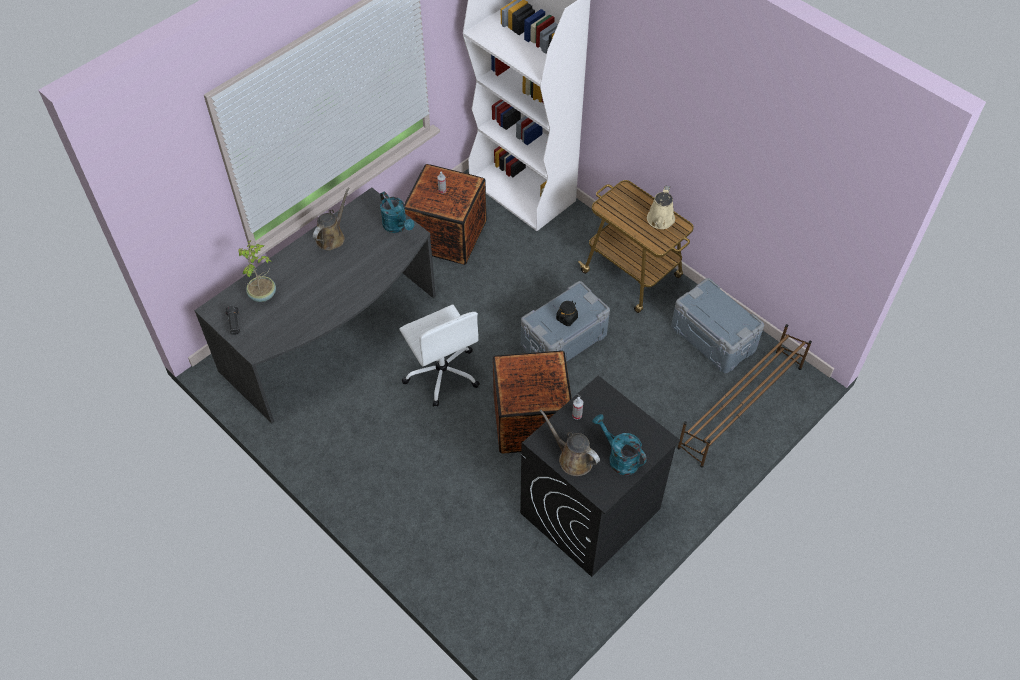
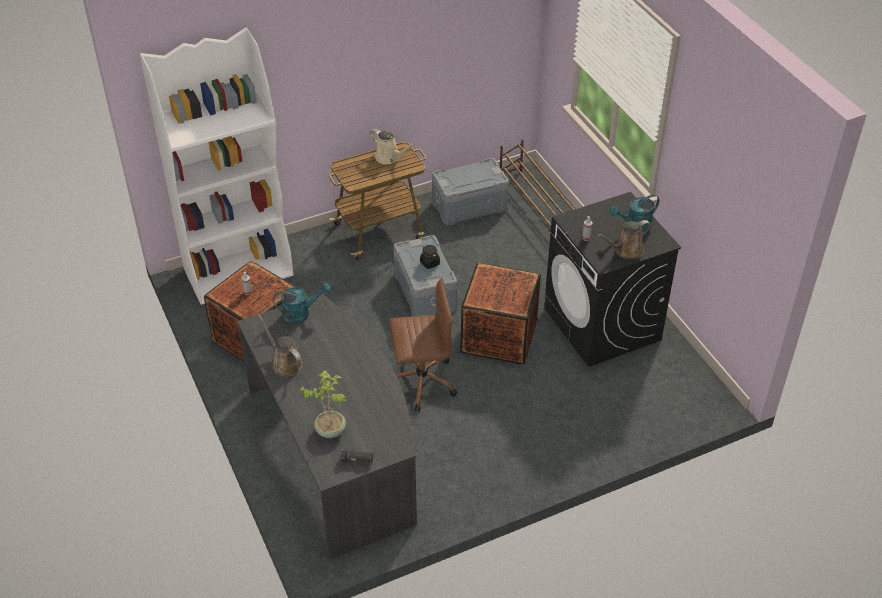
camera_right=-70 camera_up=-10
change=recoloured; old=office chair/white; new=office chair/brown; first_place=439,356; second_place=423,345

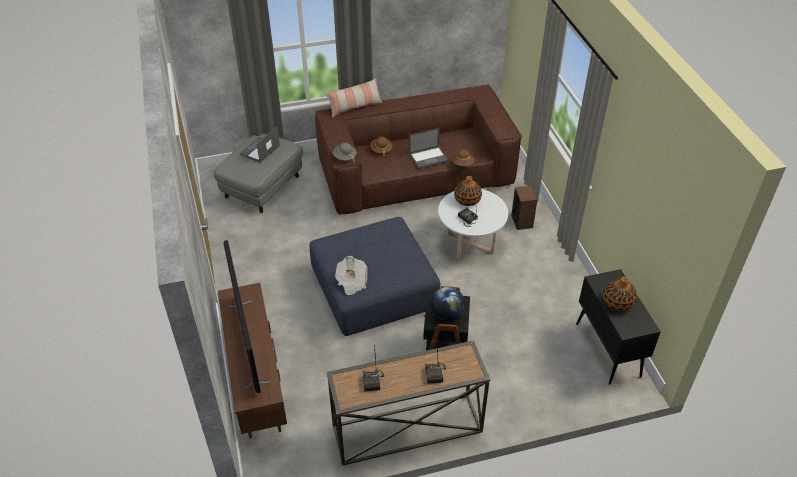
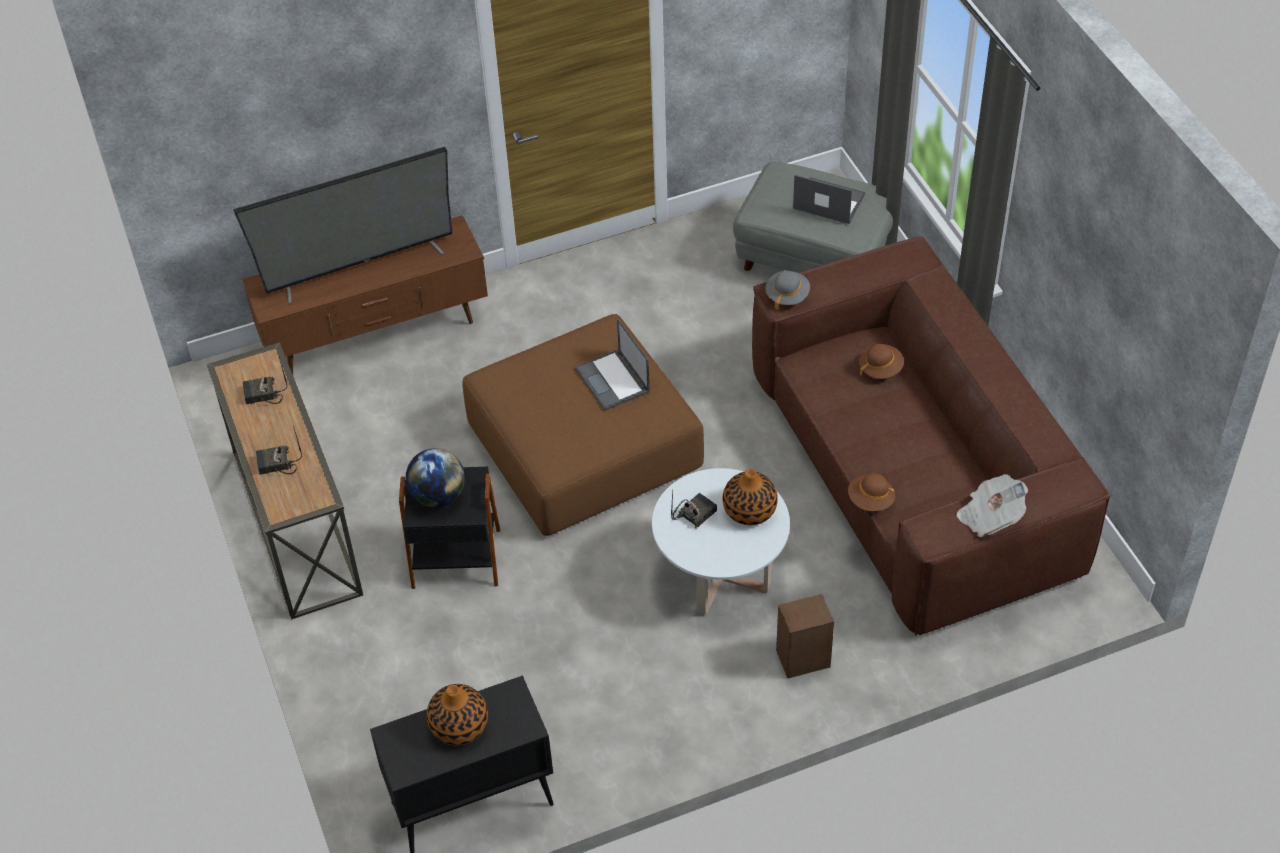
camera_right=85 camera_up=5
change=removed; old=pillow; first_place=353,98
change=moved; old=laptop; first_place=428,148; second_place=612,364
change=recoloured; old=ottoman/blue; new=ottoman/brown; first_place=375,276; second_place=583,425
change=moved; old=newspaper; first_place=351,275; second_place=992,505

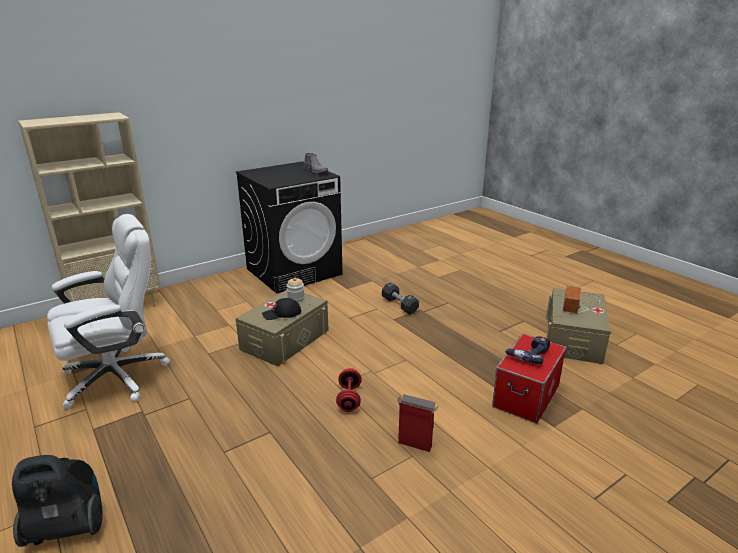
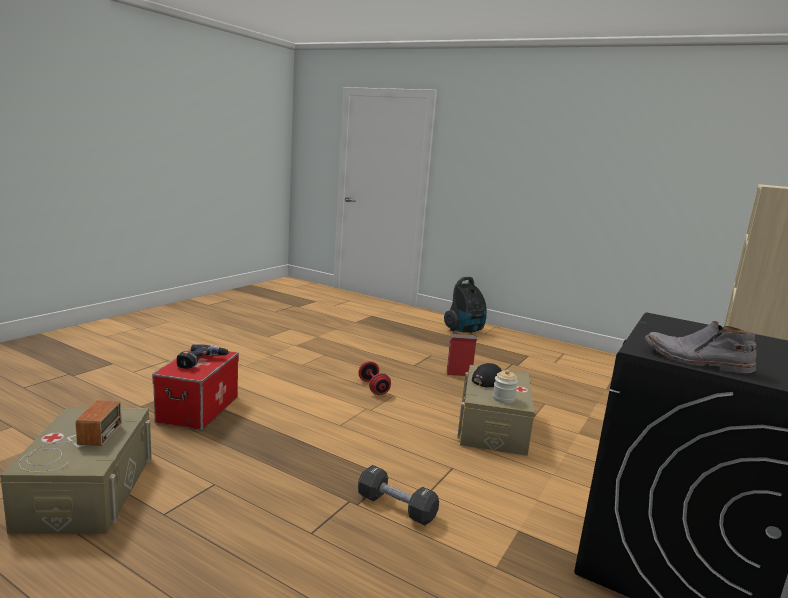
camera_right=155 camera_up=-10
change=removed; old=office chair/white; first_place=108,311
change=moved; old=cardboard box; first_place=418,423; second_place=462,355

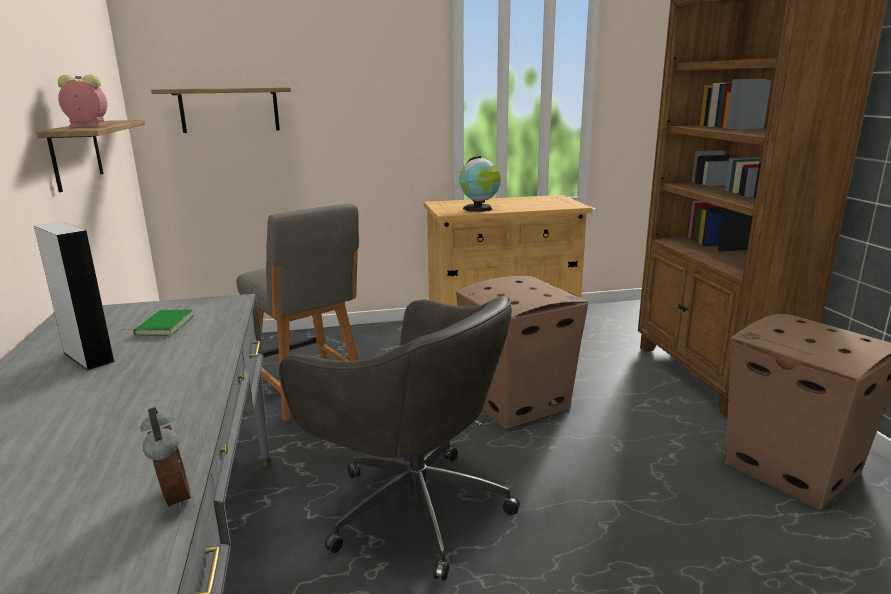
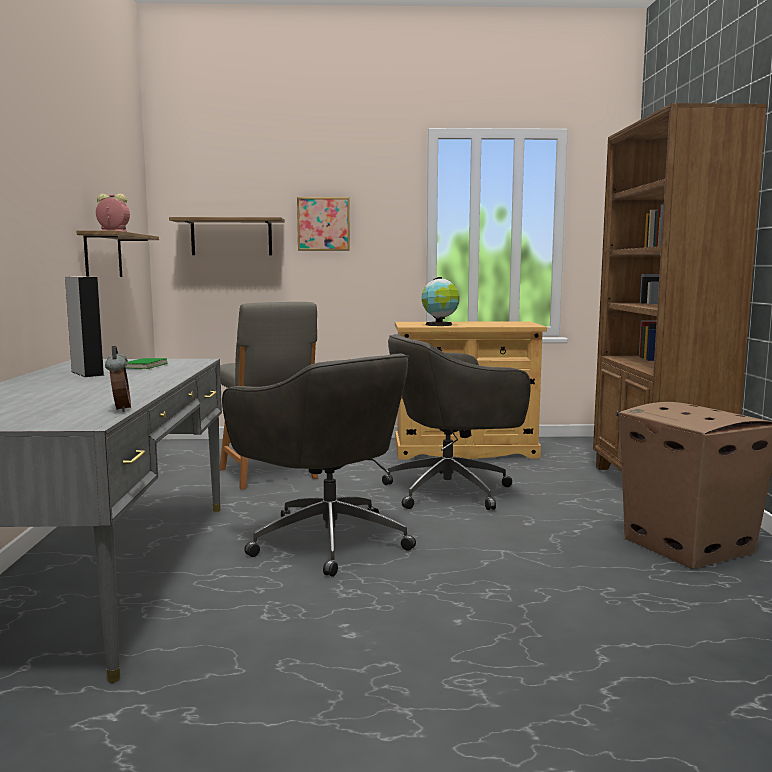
camera_right=10 camera_up=-10
change=replaced; old=cardboard box; new=office chair/grey; first_place=522,352; second_place=456,422
change=added; new=picture; second_place=323,224

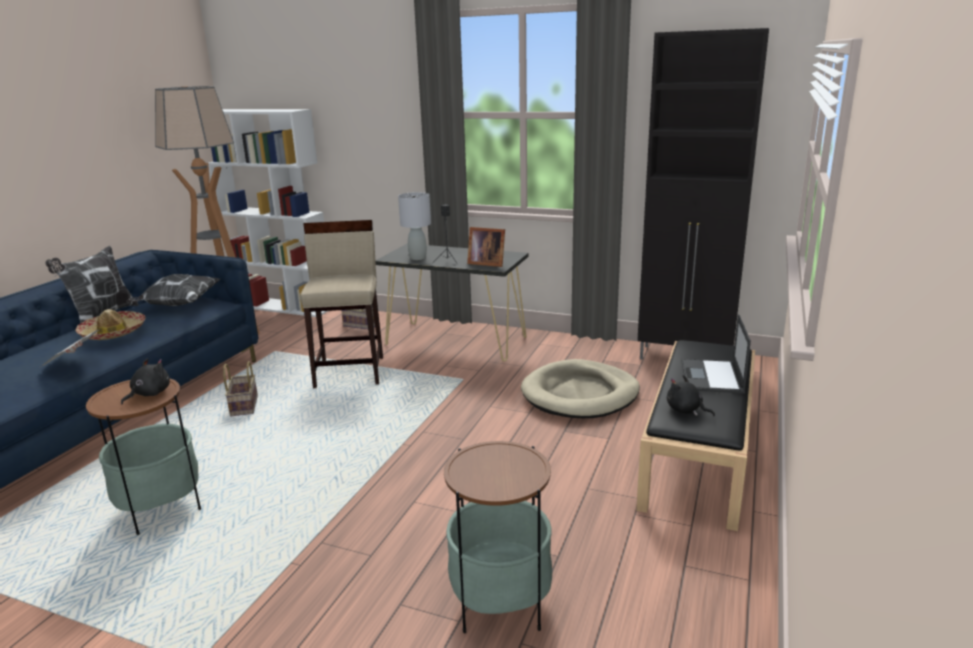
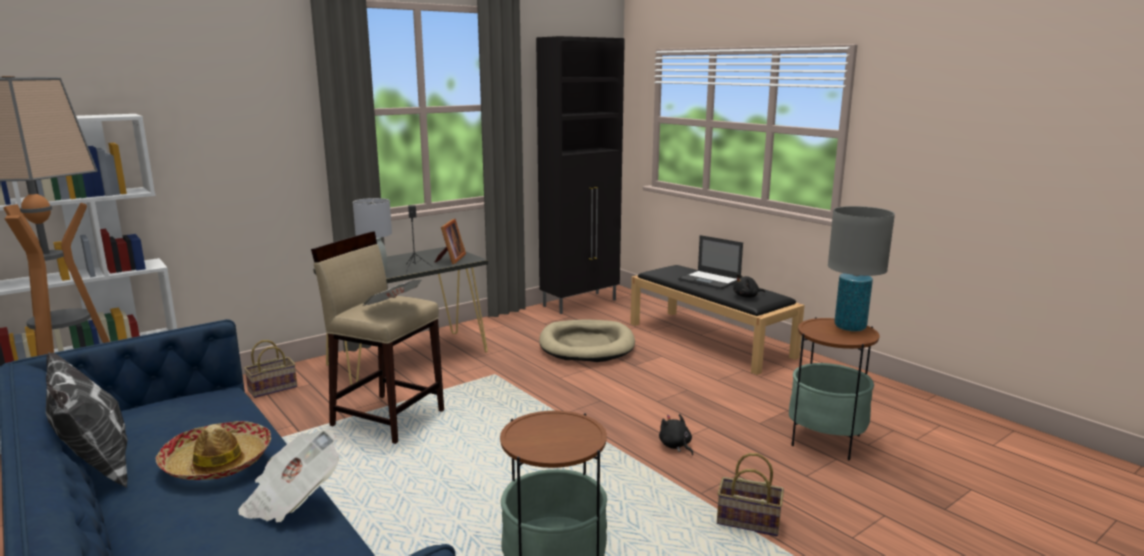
camera_right=-60 camera_up=-5
change=turned; old=picture frame; first_place=486,247; second_place=450,241; degrees=-45
change=removed; old=pillow; first_place=173,290
change=moved; old=plush toy/black; first_place=145,381; second_place=676,434
change=moved; old=basket; first_place=240,389; second_place=750,495
change=added; new=table lamp/grey; second_place=861,268
change=added; new=newspaper; second_place=392,293

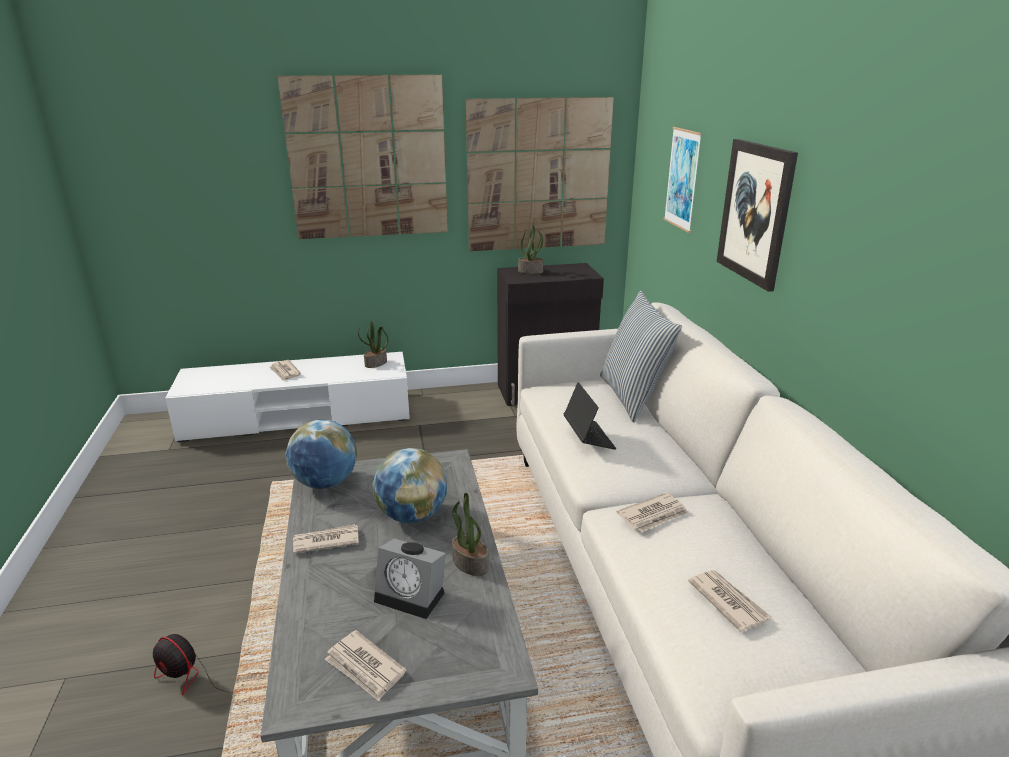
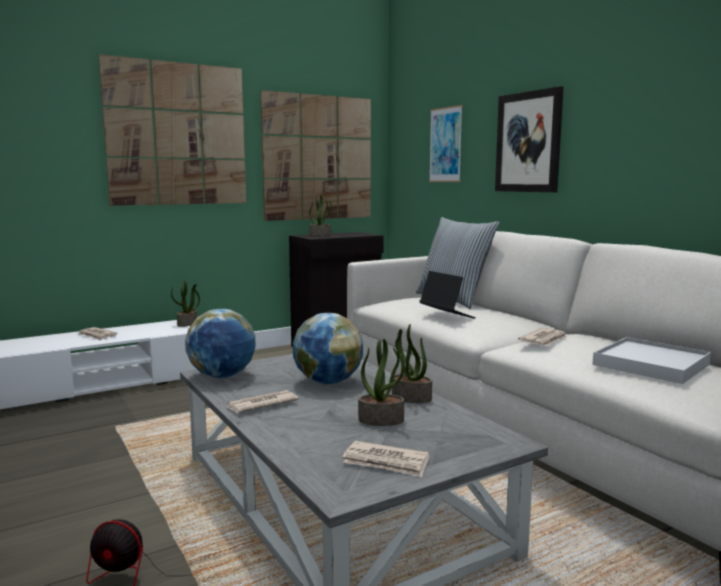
camera_right=-20 camera_up=-15
change=replaced; old=alarm clock; new=potted plant; first_place=410,579; second_place=381,382
change=replaced; old=newspaper; new=tray/white; first_place=729,601; second_place=651,360

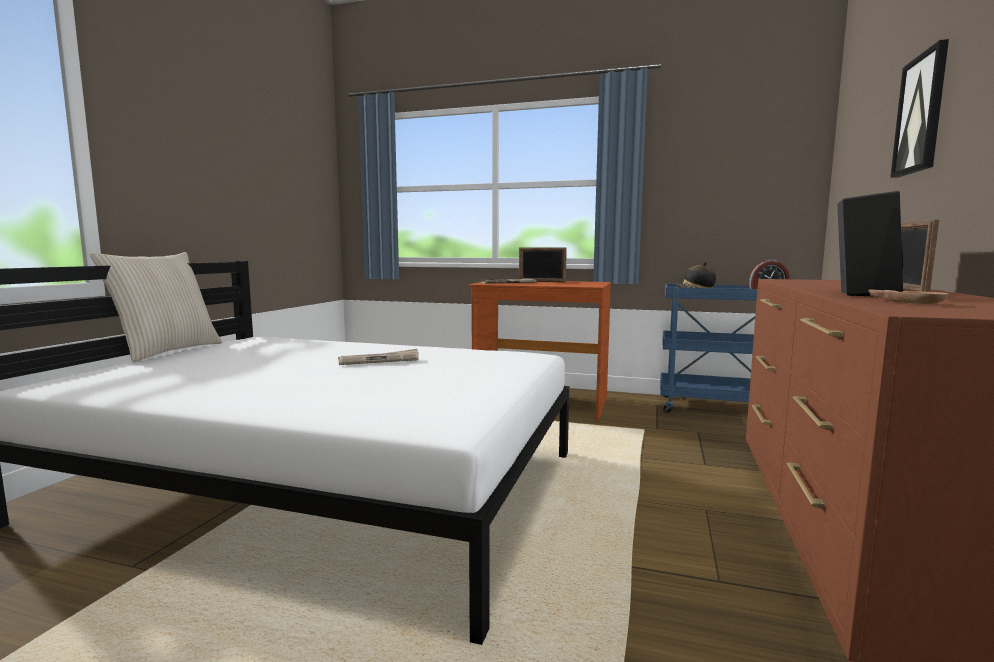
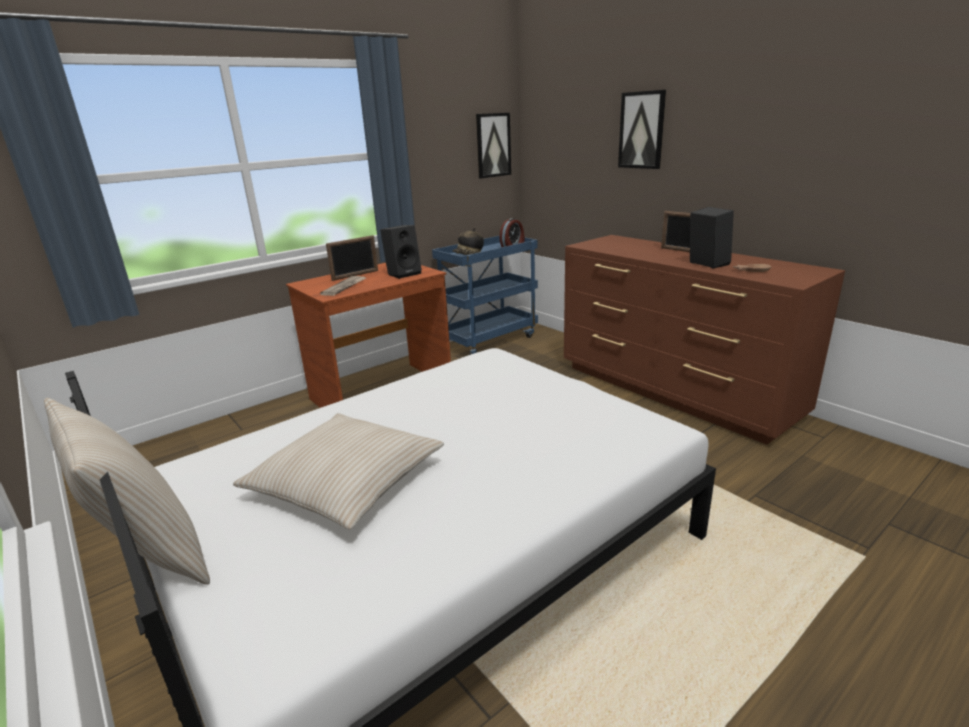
camera_right=-55 camera_up=15
change=removed; old=newspaper; first_place=378,357
change=added; new=picture; second_place=493,145
change=added; new=speaker/black; second_place=401,252
change=added; new=pillow/beige; second_place=338,471

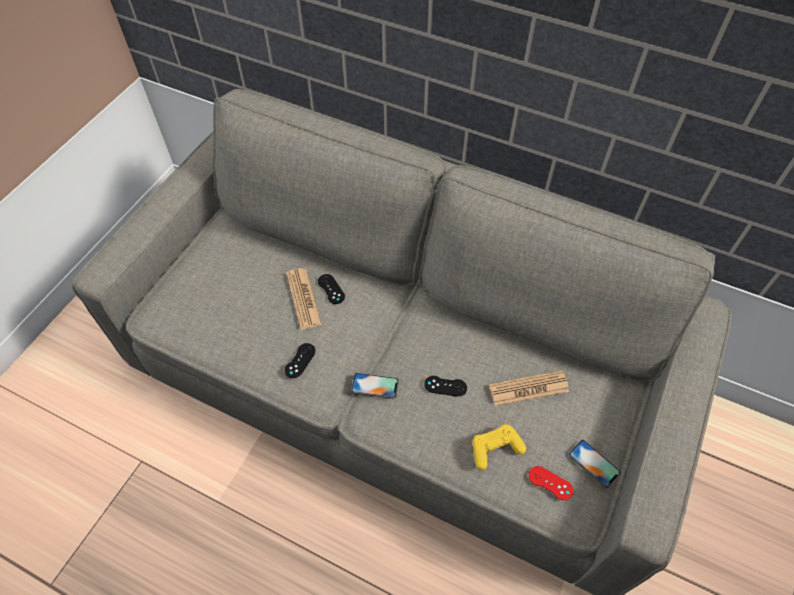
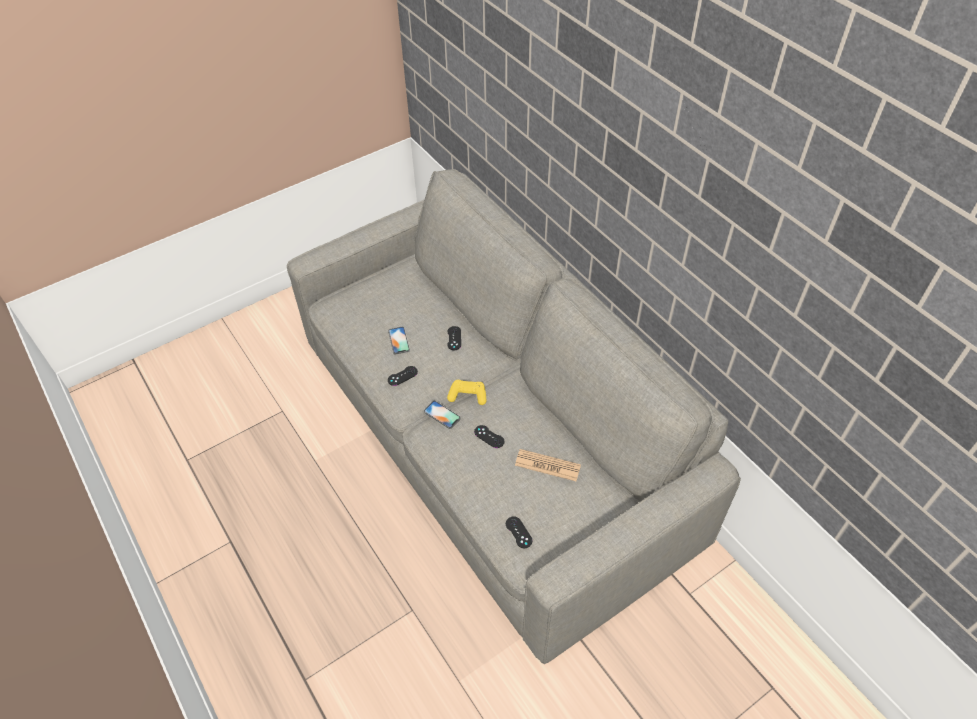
camera_right=30 camera_up=-5
change=removed; old=newspaper; first_place=304,299
change=moved; old=game controller/yellow; first_place=499,447; second_place=466,392
change=moved; old=phone; first_place=595,464; second_place=399,340
change=recoloured; old=game controller/red; new=game controller/black; first_place=551,483; second_place=519,532

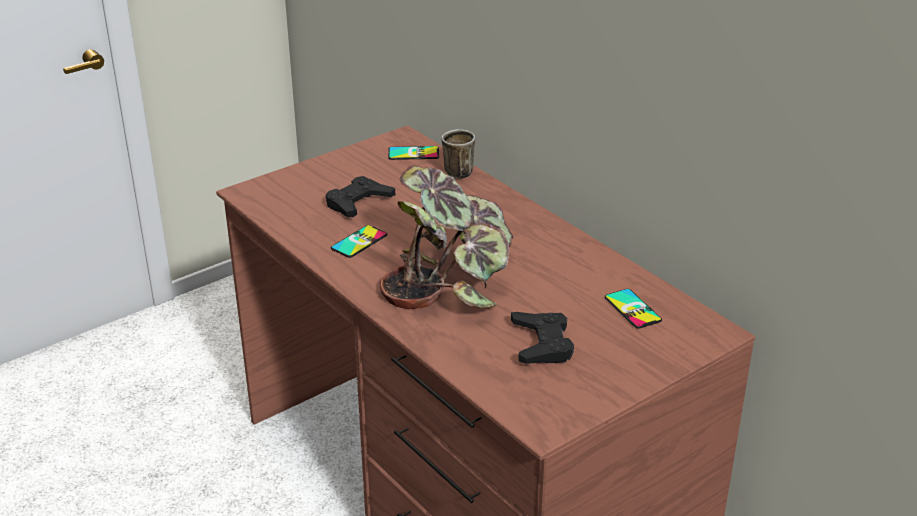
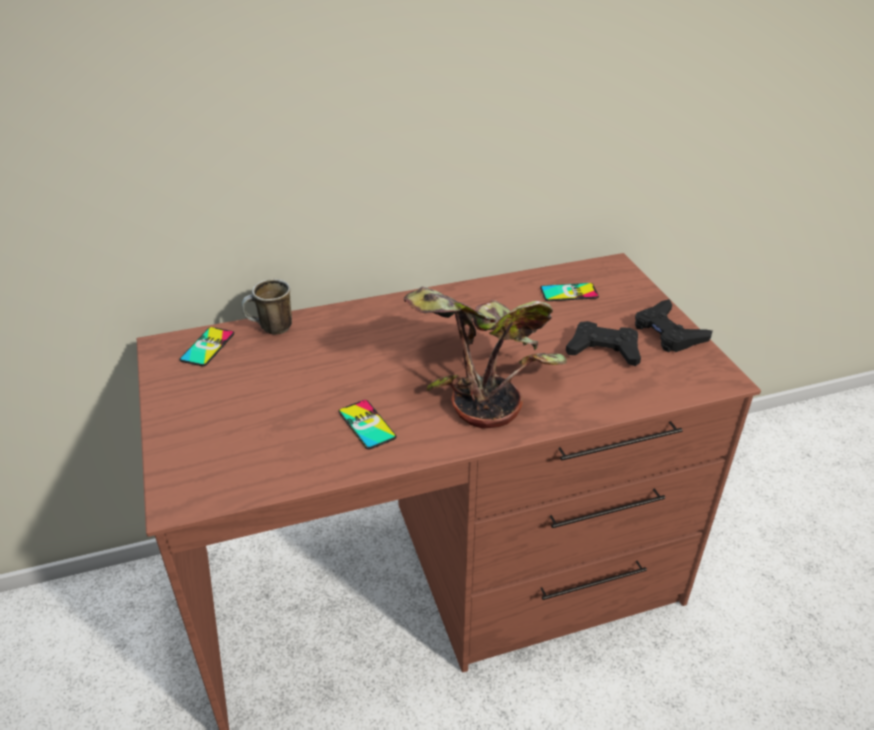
camera_right=-70 camera_up=5
change=moved; old=game controller/black; first_place=360,196; second_place=673,325

